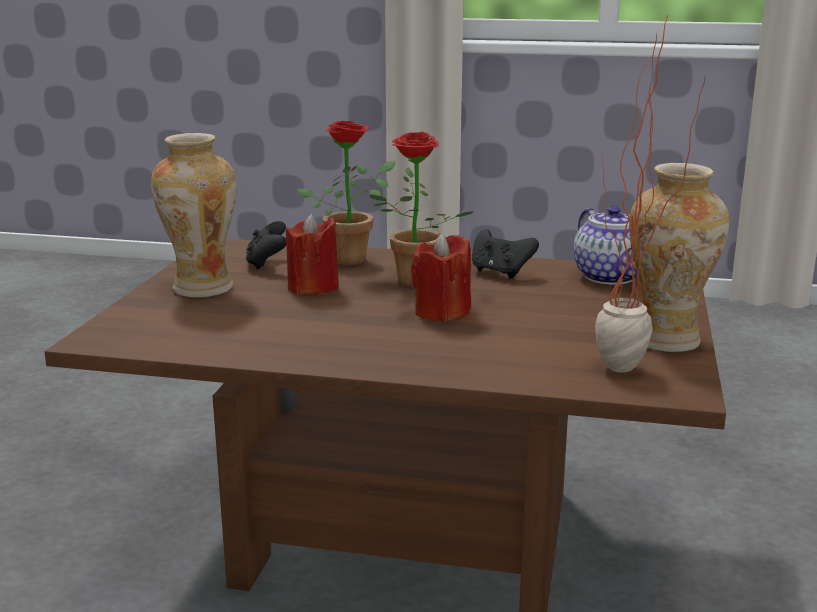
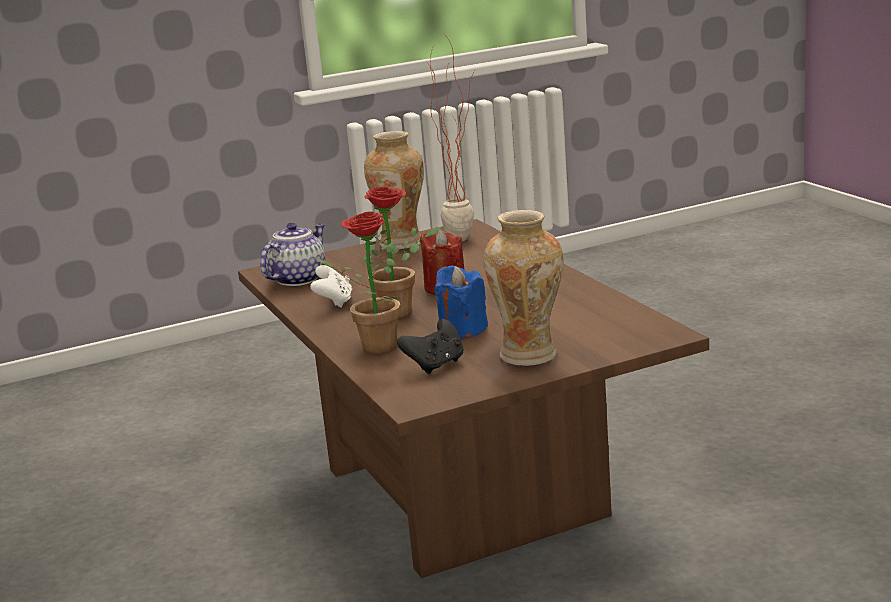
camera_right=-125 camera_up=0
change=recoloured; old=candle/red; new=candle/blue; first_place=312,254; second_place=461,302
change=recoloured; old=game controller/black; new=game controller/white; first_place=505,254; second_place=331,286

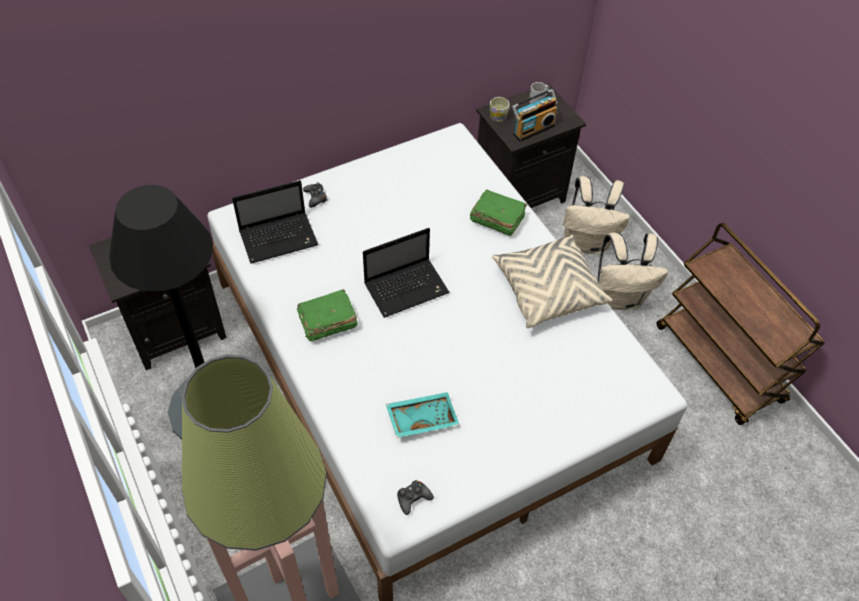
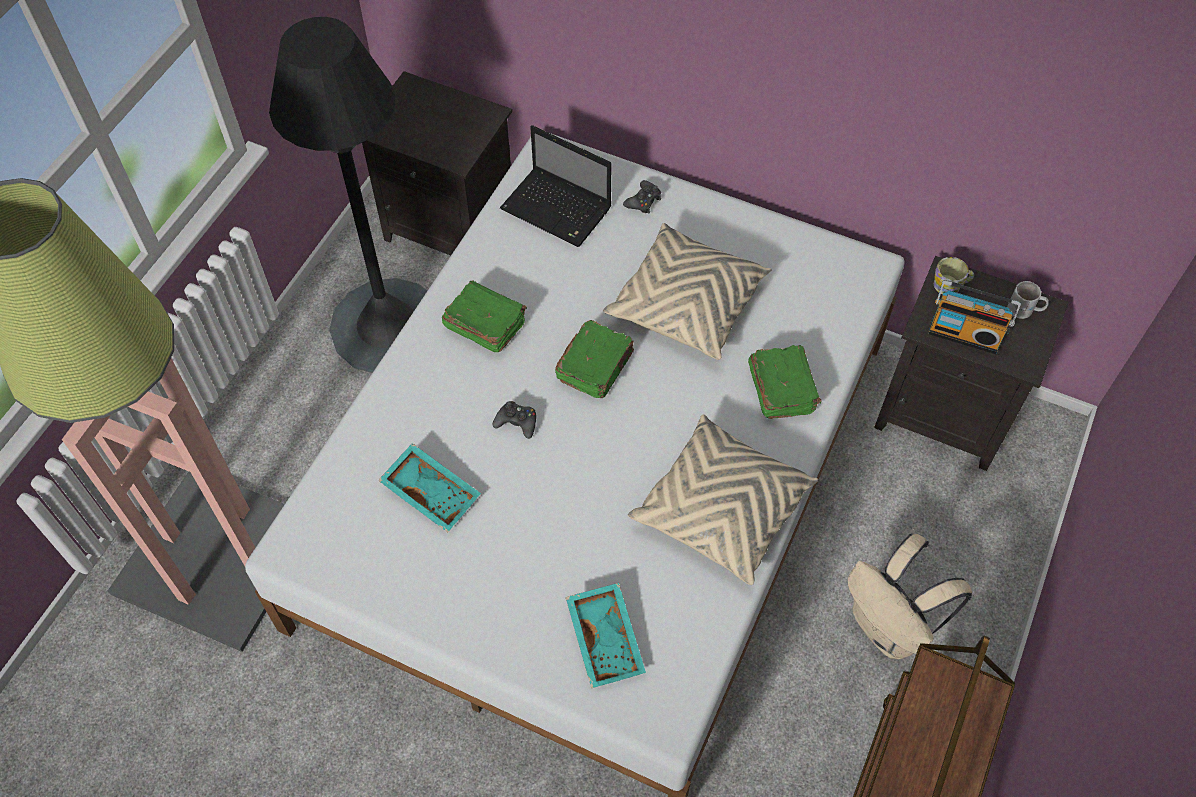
camera_right=55 camera_up=5
change=removed; old=backpack/beige; first_place=596,215
change=replaced; old=laptop; new=book/green; first_place=406,273; second_place=594,359
change=moved; old=game controller/black; first_place=415,497; second_place=514,420
change=added; new=pillow/beige; second_place=687,291
change=added; new=tray/turquoise; second_place=606,635

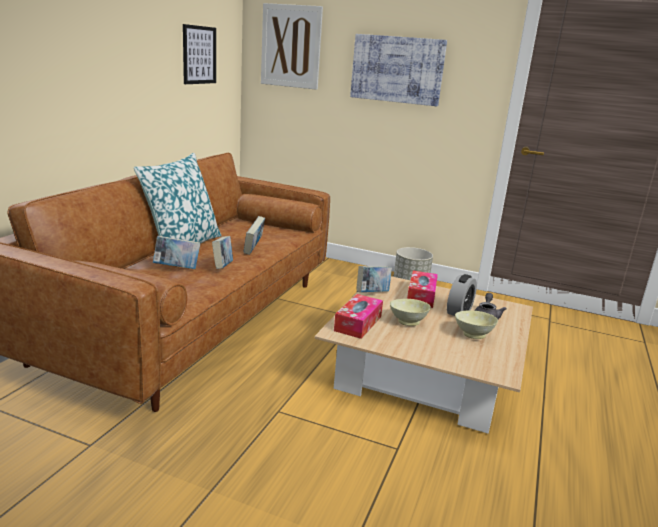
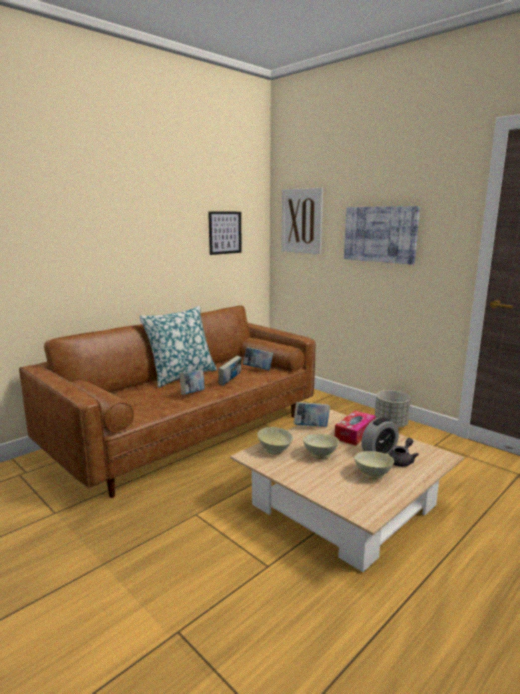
camera_right=25 camera_up=-5
change=moved; old=book; first_place=176,252; second_place=258,358
change=replaced; old=tissue box; new=bowl/beige; first_place=358,316; second_place=275,440

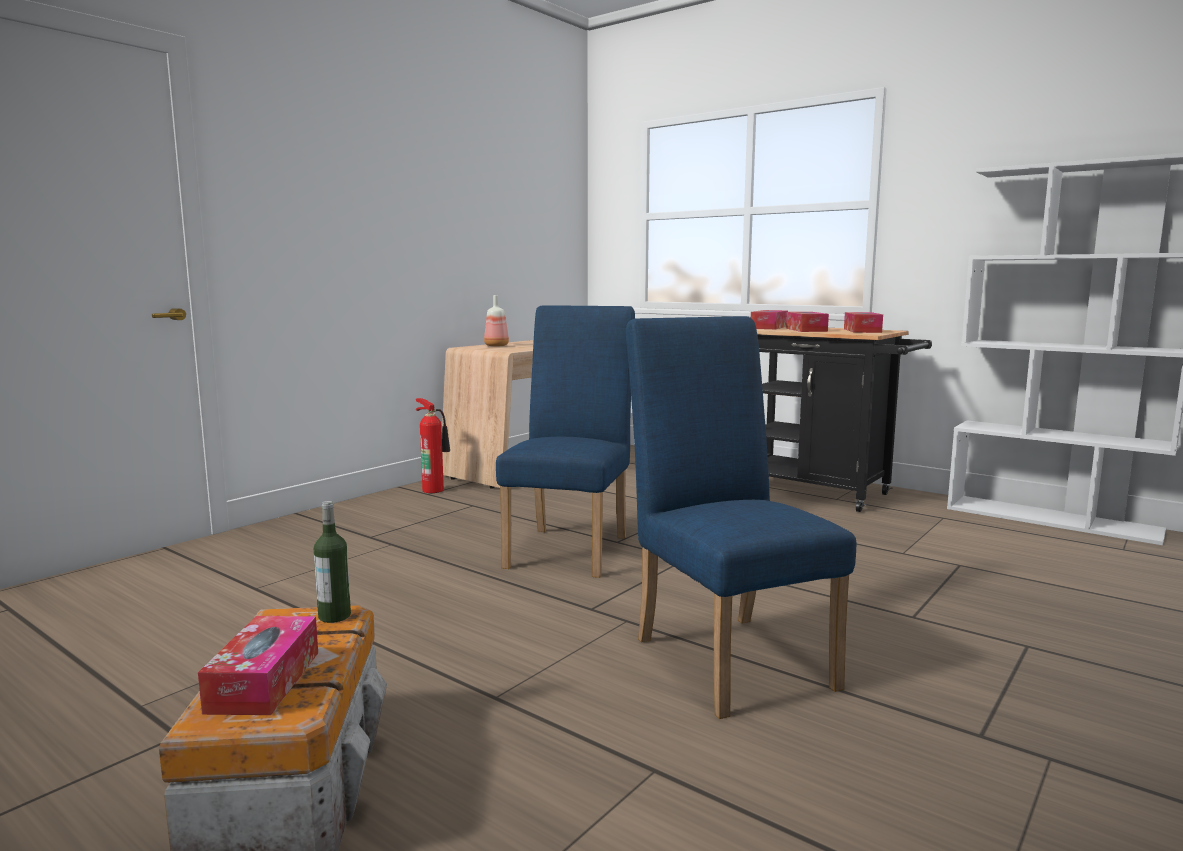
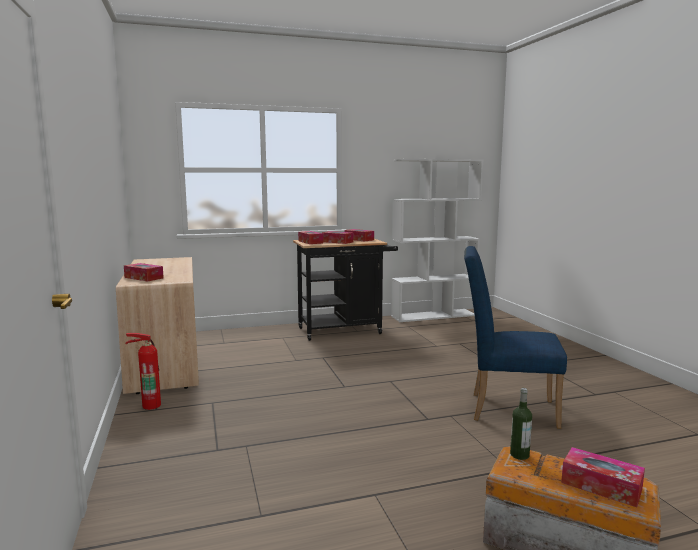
camera_right=-55 camera_up=0
change=replaced; old=bottle; new=tissue box; first_place=496,321; second_place=144,272
change=removed; old=chair/blue; first_place=565,441

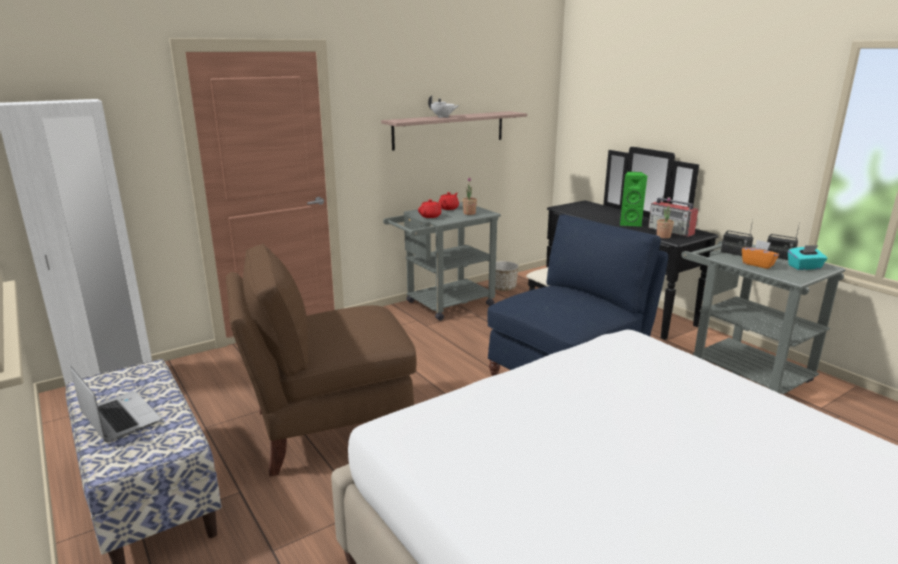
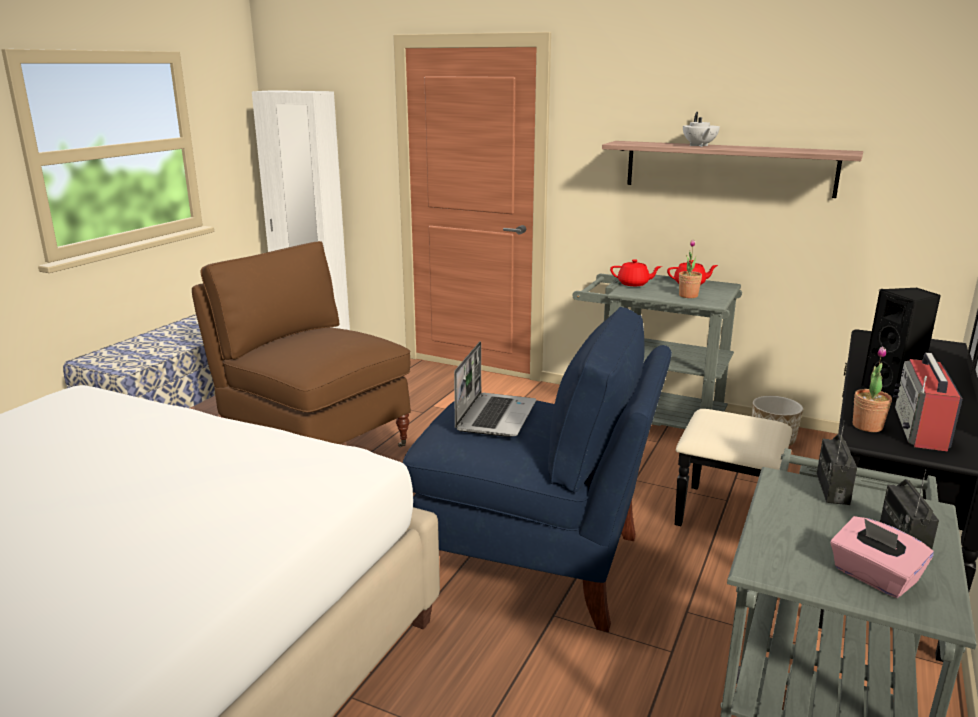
camera_right=60 camera_up=0
change=recoloured; old=speaker/green; new=speaker/black; first_place=633,199; second_place=901,345
change=removed; old=tissue box/orange; first_place=760,254
change=recoloured; old=tissue box/turquoise; new=tissue box/pink; first_place=808,257; second_place=882,557
change=moved; old=laptop; first_place=116,404; second_place=495,389

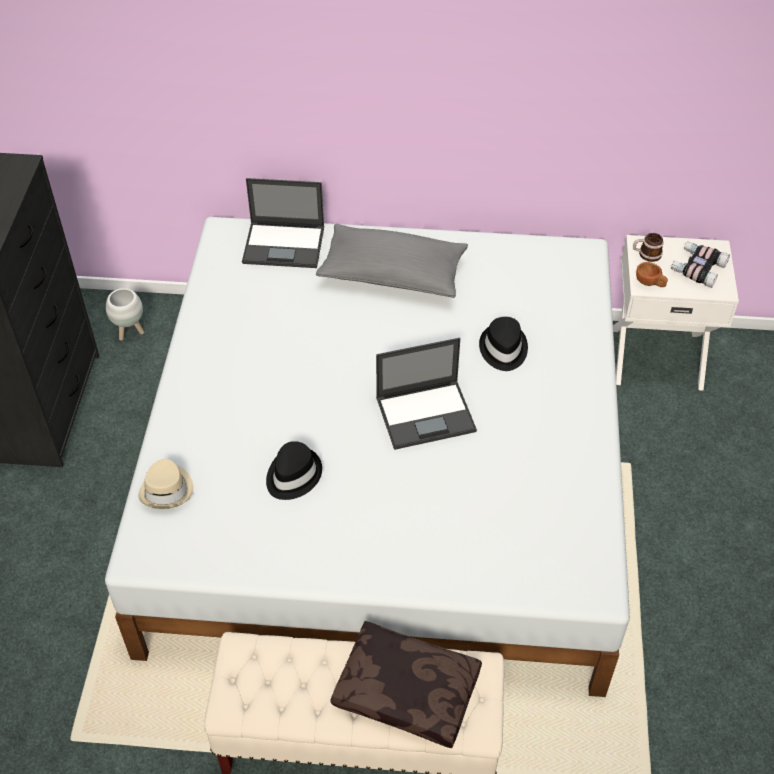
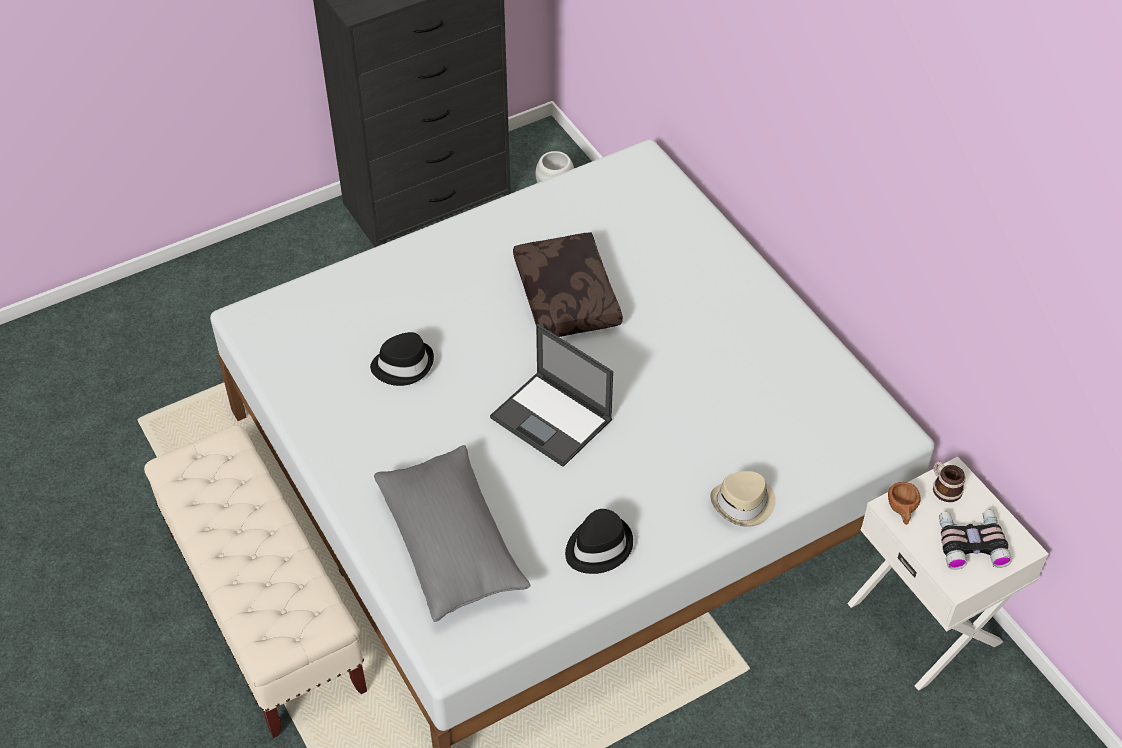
camera_right=55 camera_up=0
change=removed; old=laptop; first_place=283,223
change=moved; old=pillow/grey; first_place=392,261; second_place=452,533
change=moved; old=hat/black; first_place=503,344; second_place=599,541
change=moved; old=hat/beige; first_place=166,484; second_place=743,499
change=moved; old=pillow/brown; first_place=406,684; second_place=568,284

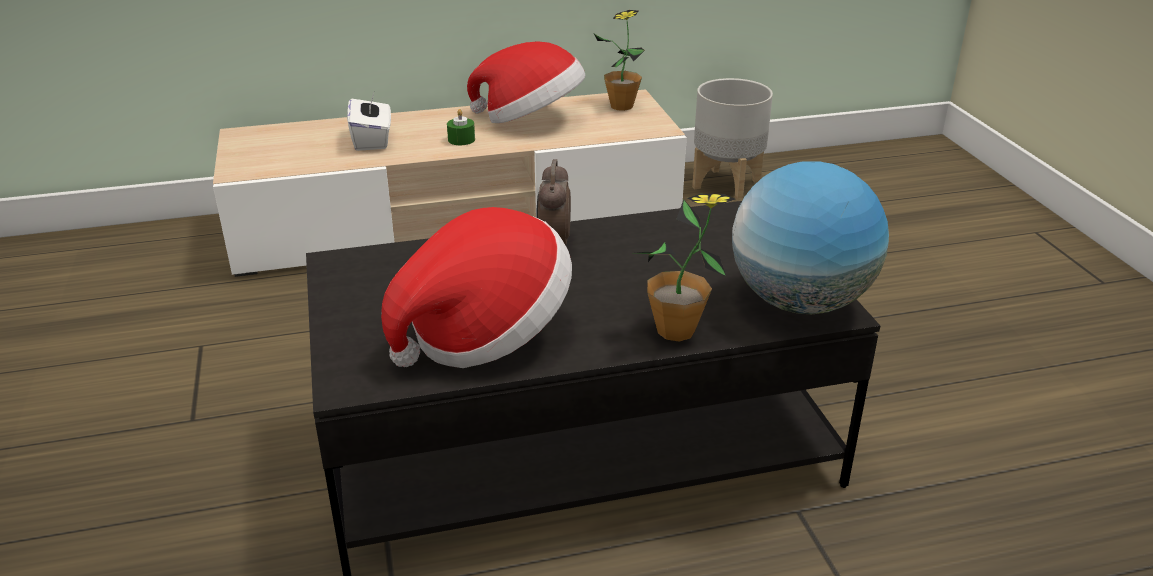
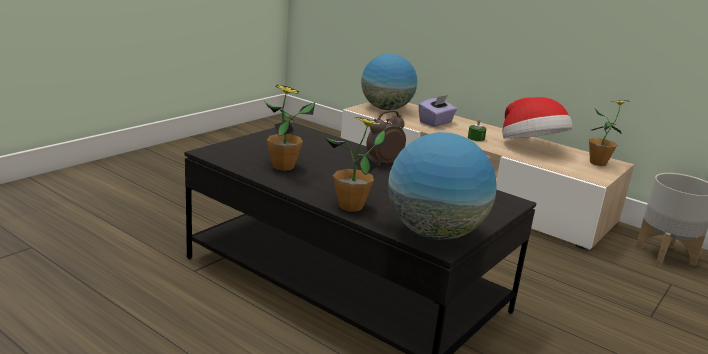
camera_right=50 camera_up=-10
change=recoloured; old=tissue box/white; new=tissue box/purple; first_place=369,120; second_place=437,111
change=replaced; old=hat; new=potted plant; first_place=476,287; second_place=290,128
change=added; new=globe; second_place=389,81

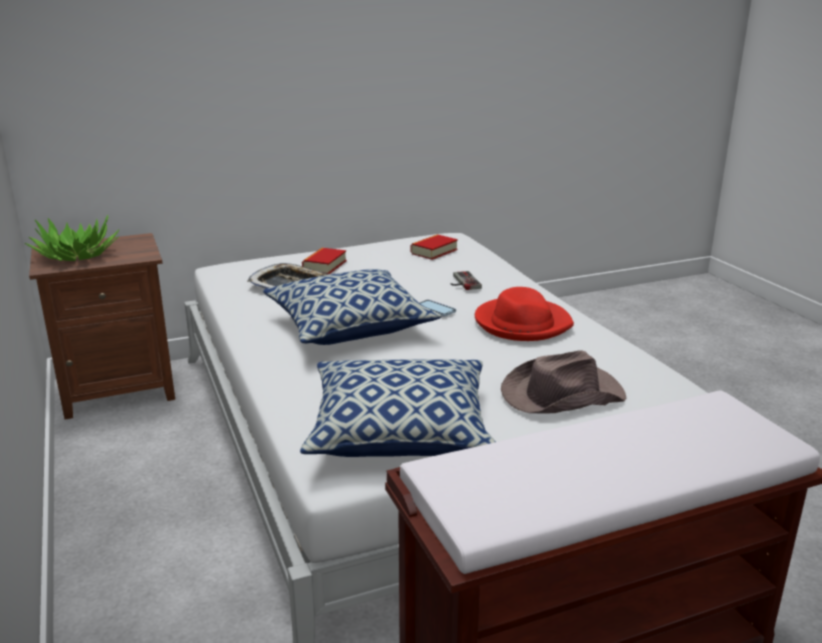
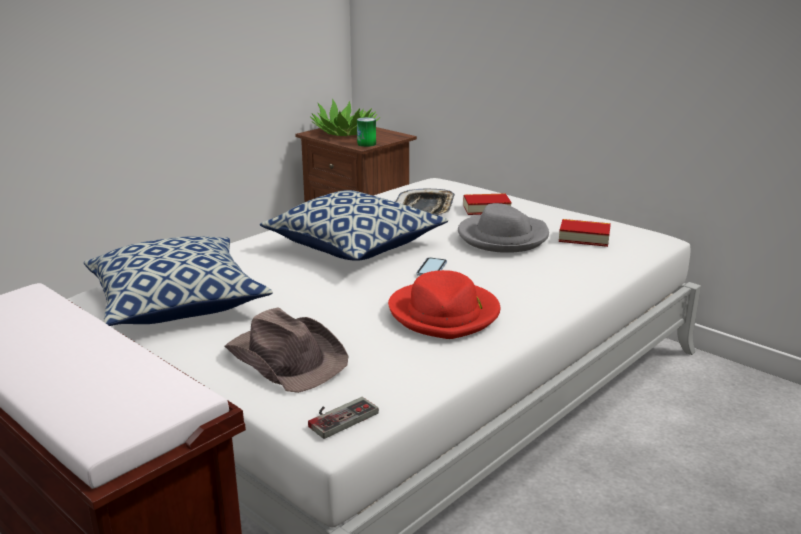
camera_right=65 camera_up=0
change=moved; old=game controller; first_place=466,280; second_place=343,418
change=added; new=can; second_place=366,132
change=added; new=hat/grey; second_place=503,228

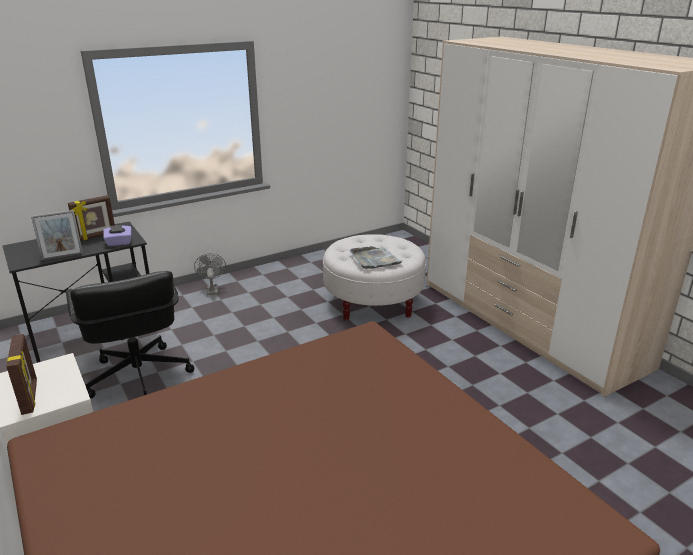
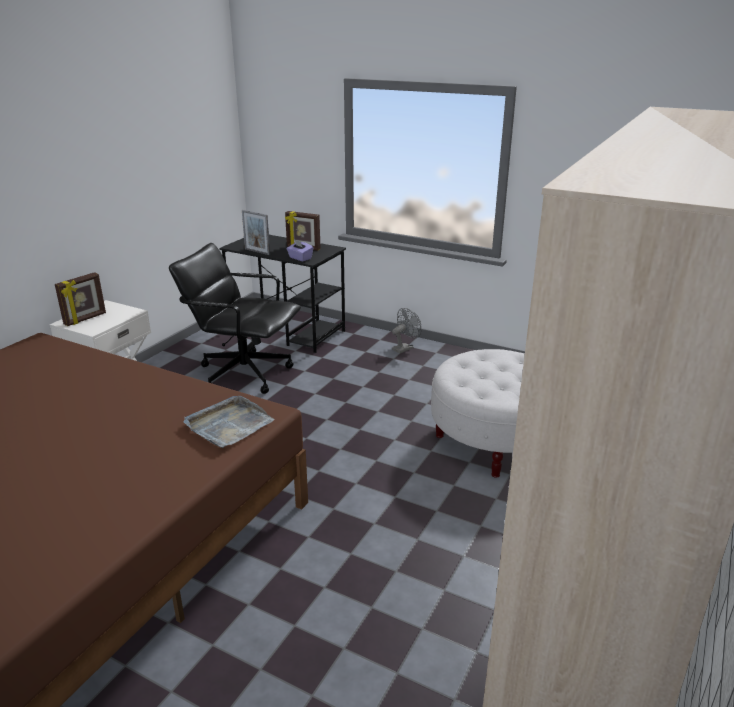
camera_right=60 camera_up=0
change=moved; old=tray/grey; first_place=376,257; second_place=229,422
change=turned; old=office chair/black; first_place=130,335; second_place=235,318; degrees=75

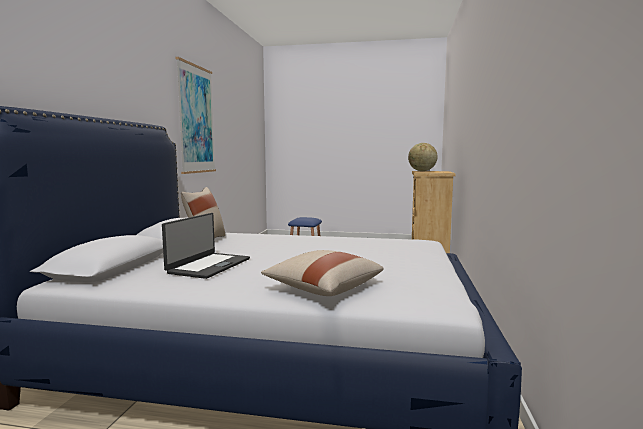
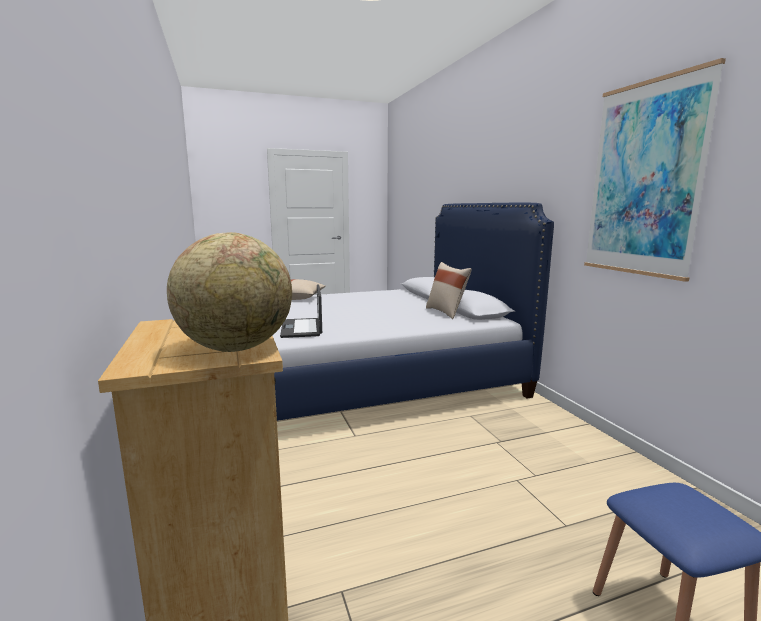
camera_right=150 camera_up=5
change=moved; old=laptop; first_place=206,246; second_place=301,311

